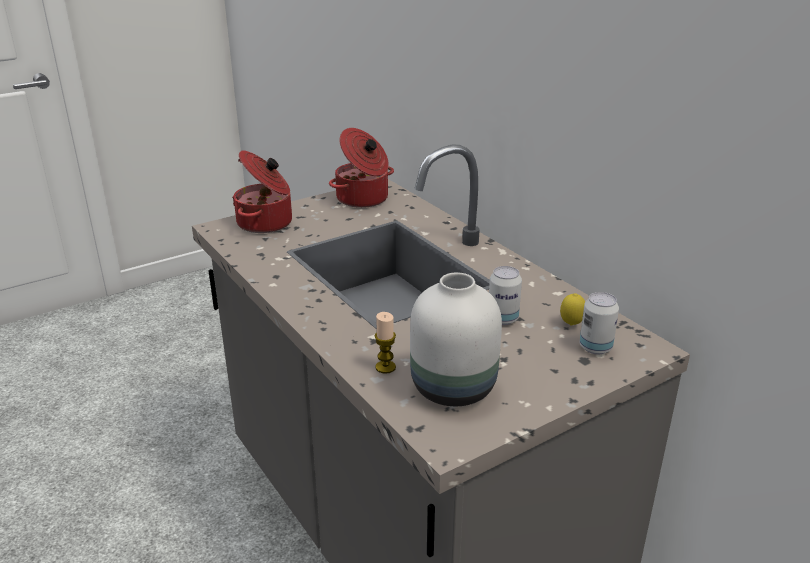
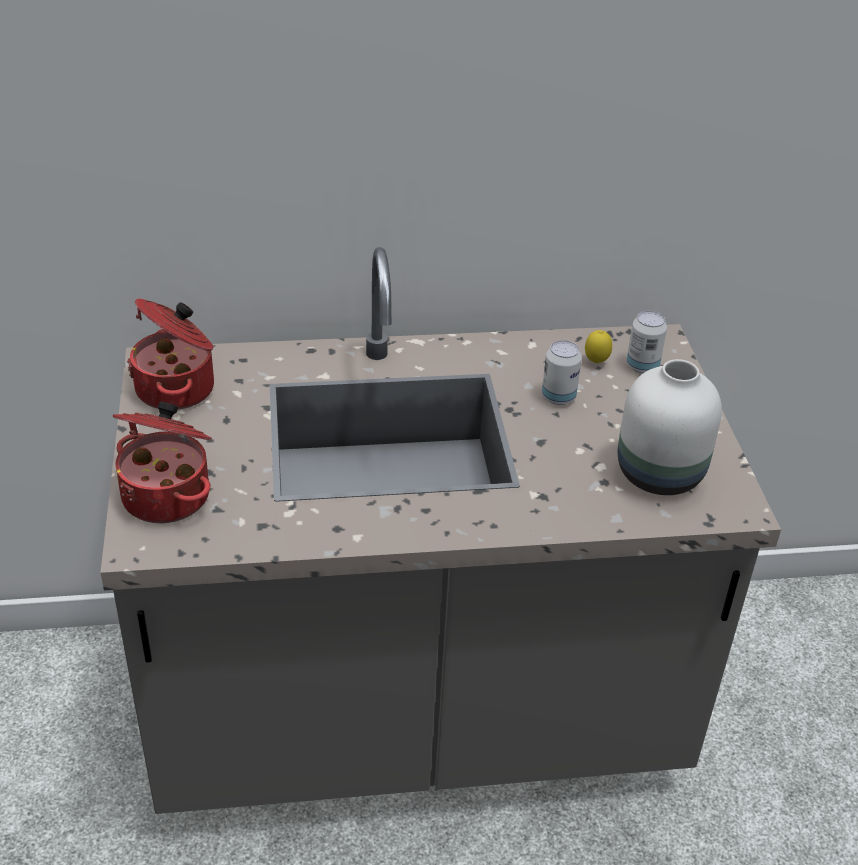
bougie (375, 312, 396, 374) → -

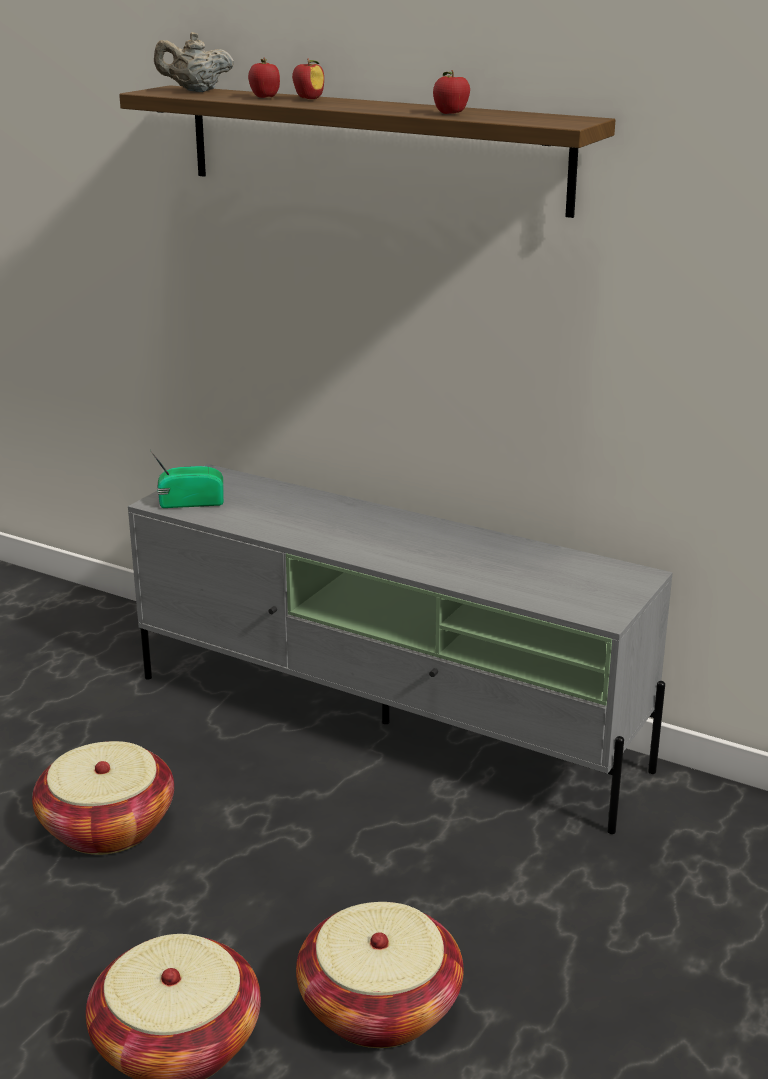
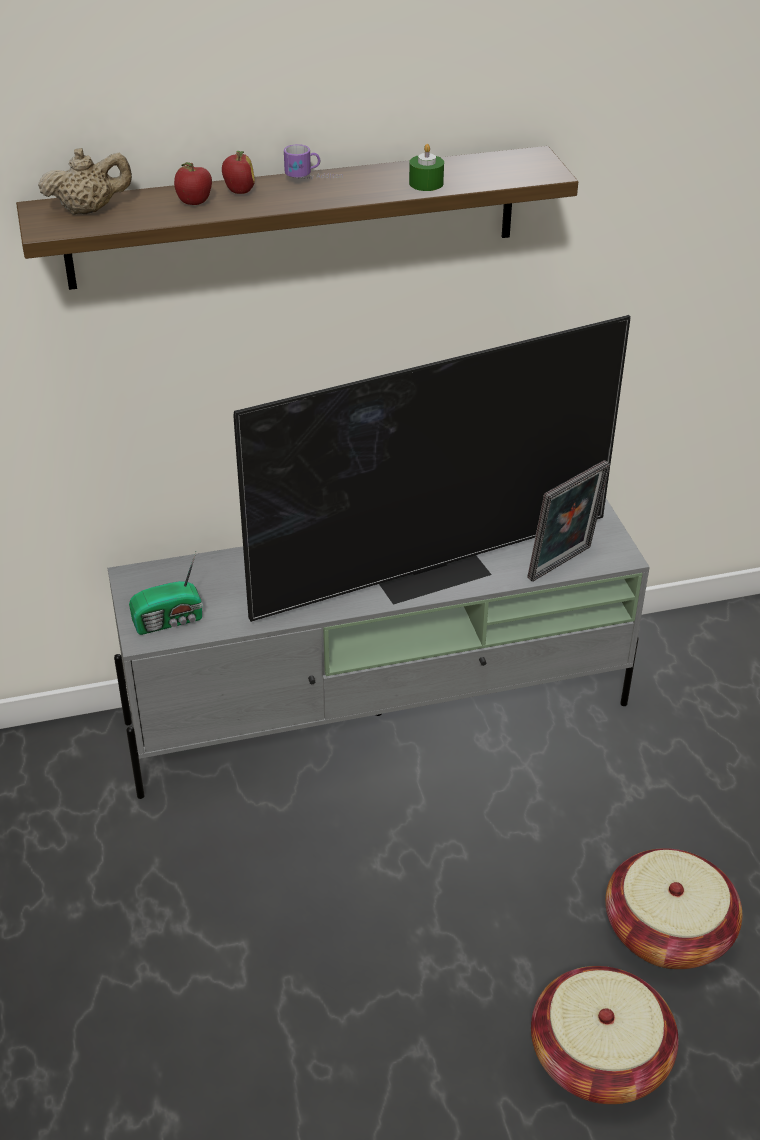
panier (32, 741, 174, 855) → -
radio (150, 450, 224, 508) → radio (129, 552, 203, 635), 150 degrees counterclockwise
théière/beige (154, 32, 234, 92) → théière/beige (38, 148, 132, 215), 150 degrees counterclockwise
pomme (433, 70, 470, 114) → bougie/vert (409, 144, 444, 191)
- → téléviseur (233, 315, 631, 622)
- → mug (284, 144, 343, 180)
- → cadre photo (527, 460, 610, 582)

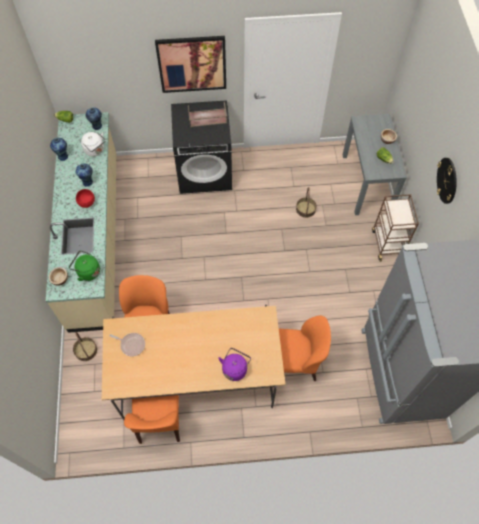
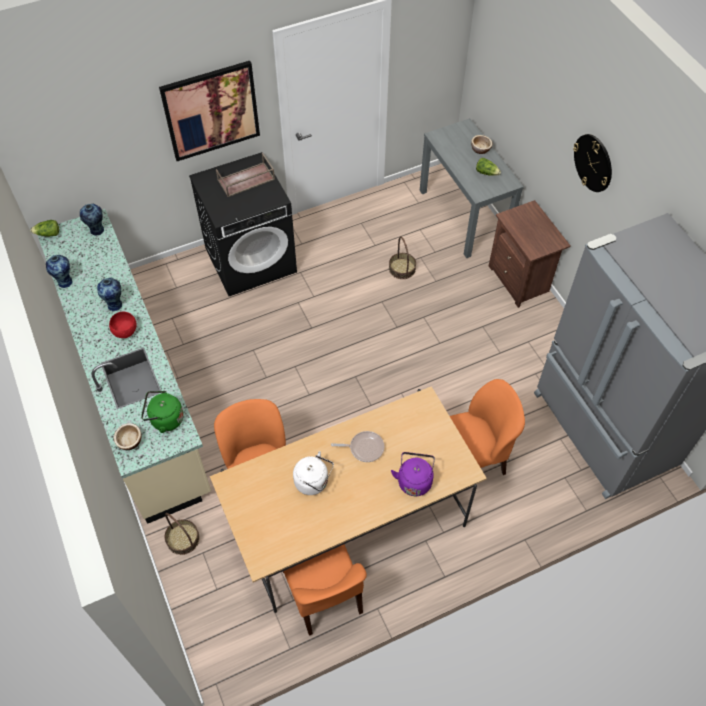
bouilloire/blanc (81, 132, 106, 157) → bouilloire/blanc (293, 451, 334, 495), move
poêle (109, 333, 145, 356) → poêle (331, 431, 384, 462), move
chariot/marron (372, 194, 419, 262) → table de chevet/marron (489, 200, 571, 308)

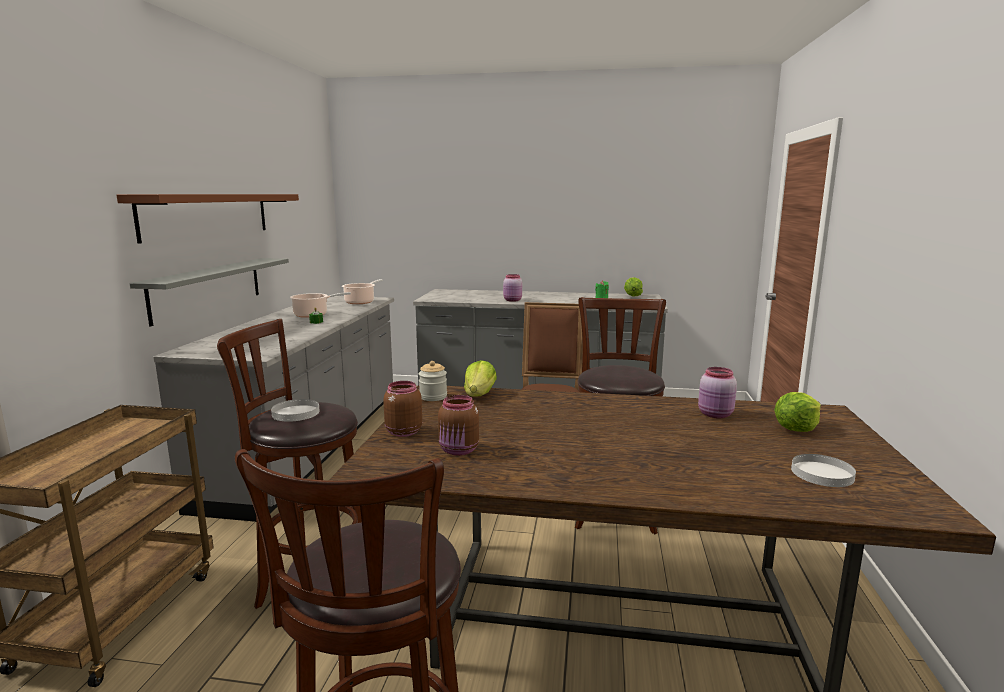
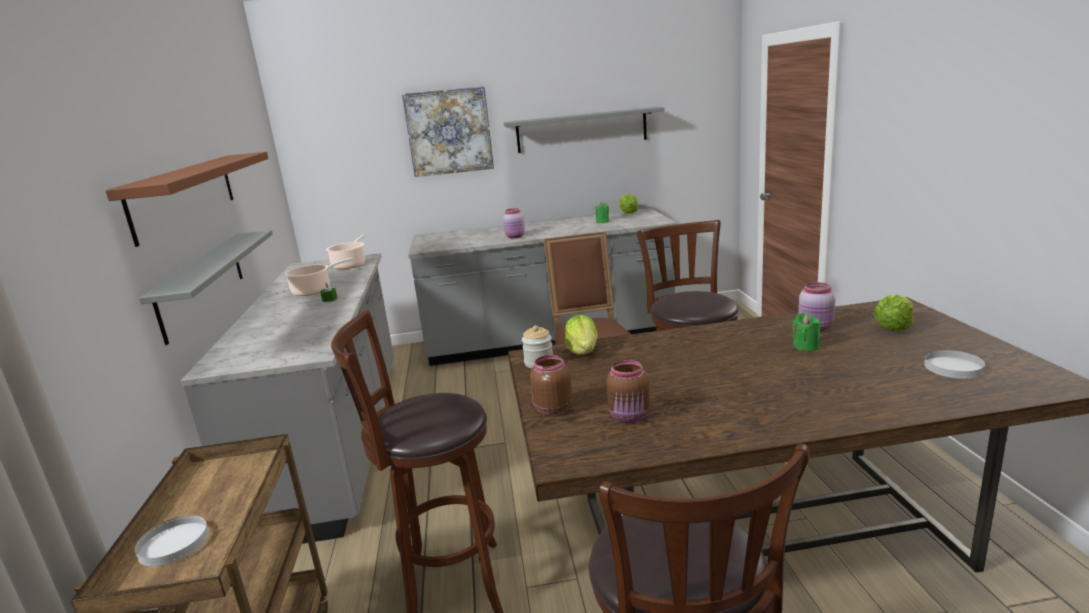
assiette/blanc (271, 399, 320, 422) → assiette/blanc (135, 515, 209, 567), move
- → tableau (402, 86, 494, 177)
- → étagère/gris (503, 107, 664, 153)
- → bougie/vert (792, 313, 820, 352)

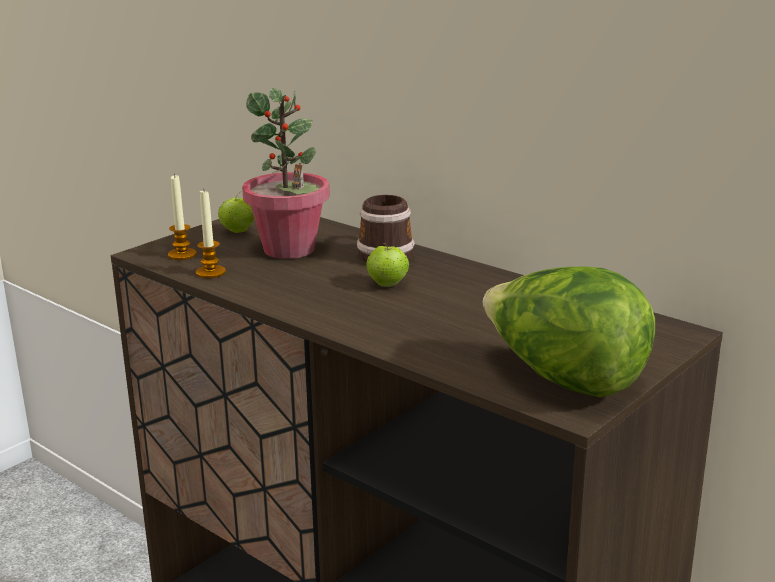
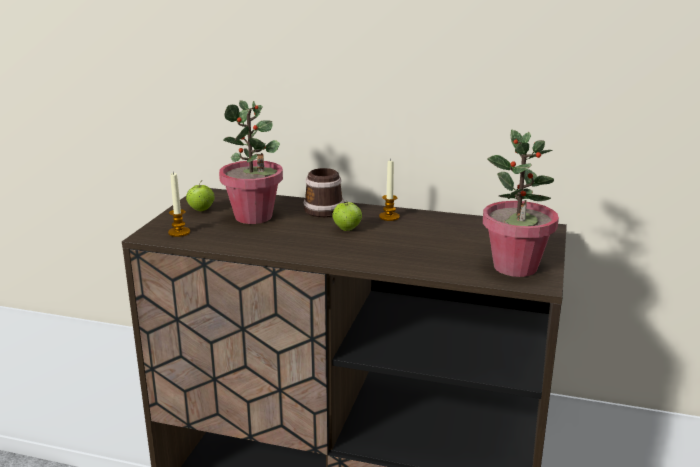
bougie (196, 191, 226, 278) → bougie (379, 159, 400, 221), move
laitue (483, 266, 655, 398) → plante en pot (483, 130, 559, 277)

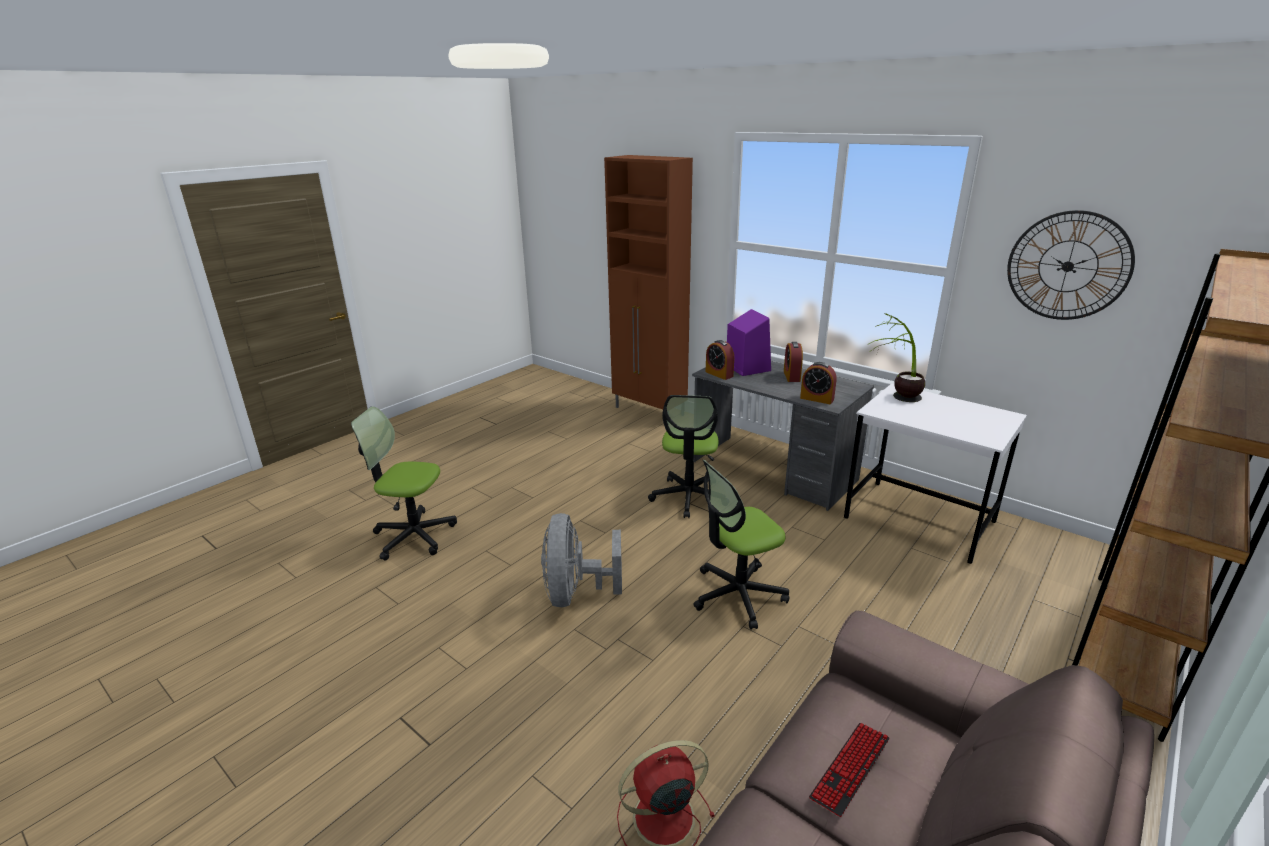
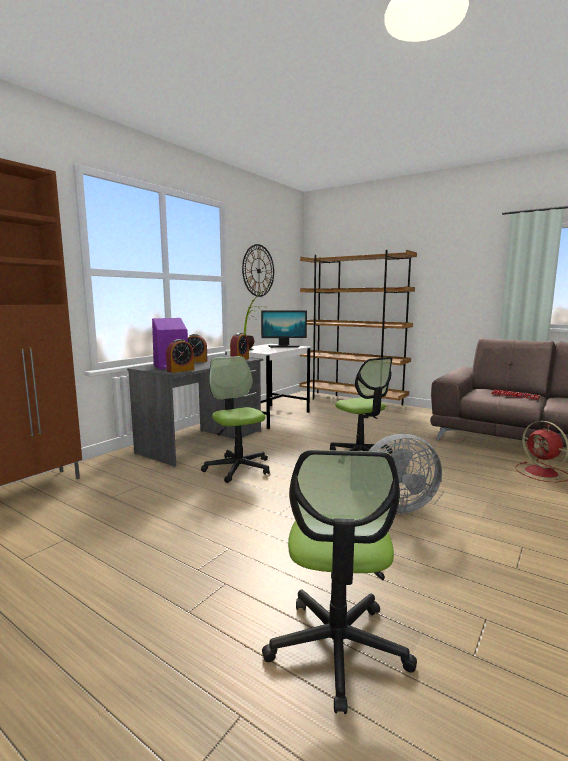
chaise de bureau (648, 395, 719, 518) → chaise de bureau (201, 356, 270, 483), 120 degrees counterclockwise
- → écran d'ordinateur (261, 311, 307, 348)

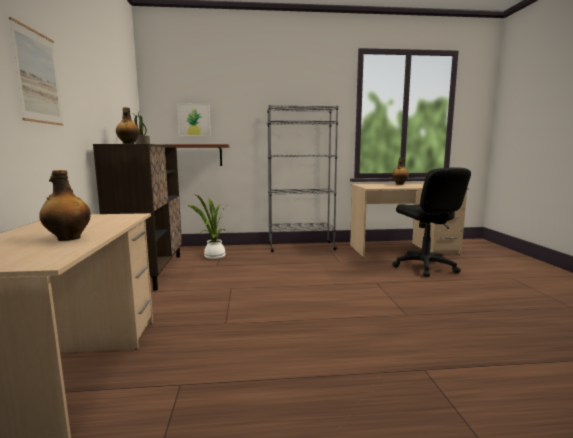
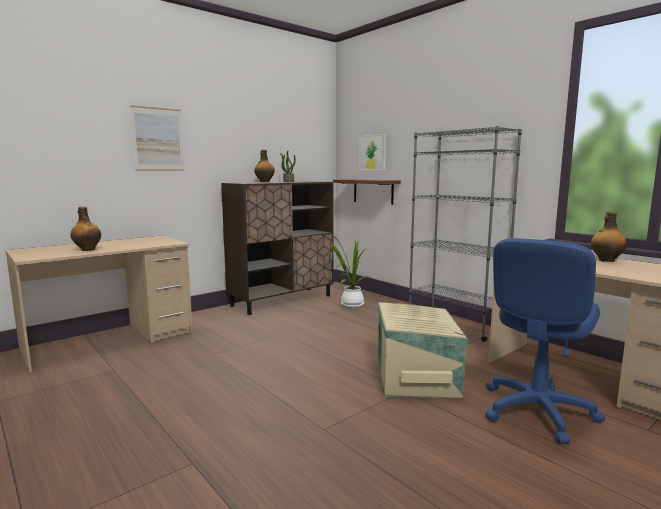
chaise de bureau/noir (392, 168, 471, 277) → chaise de bureau/bleu (485, 238, 605, 444)
- → boîte de rangement/beige (378, 302, 468, 398)

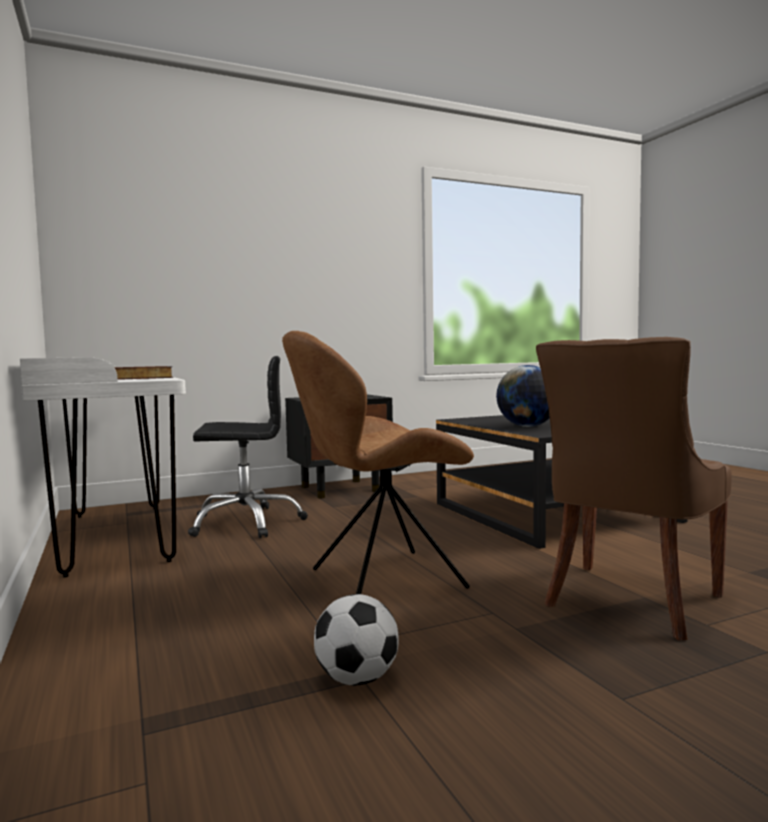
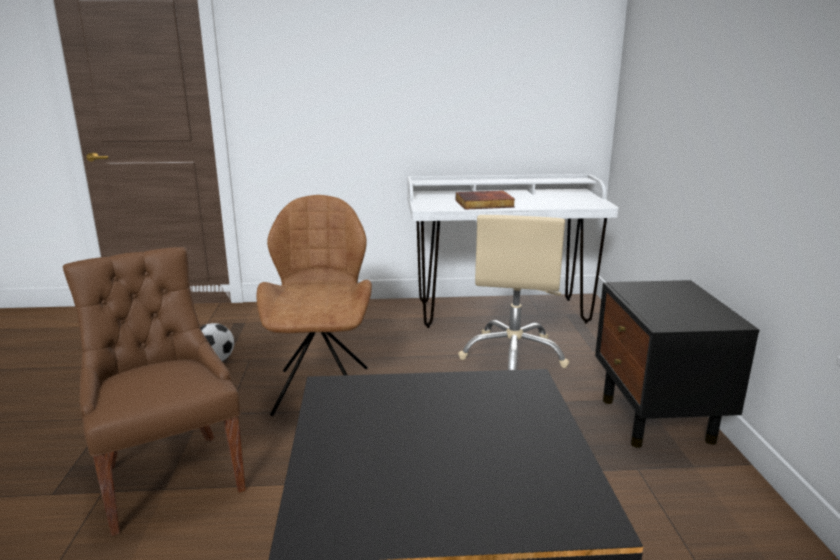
chaise de bureau/noir (188, 356, 308, 538) → chaise de bureau/beige (458, 215, 569, 370)
globe (496, 365, 550, 427) → -

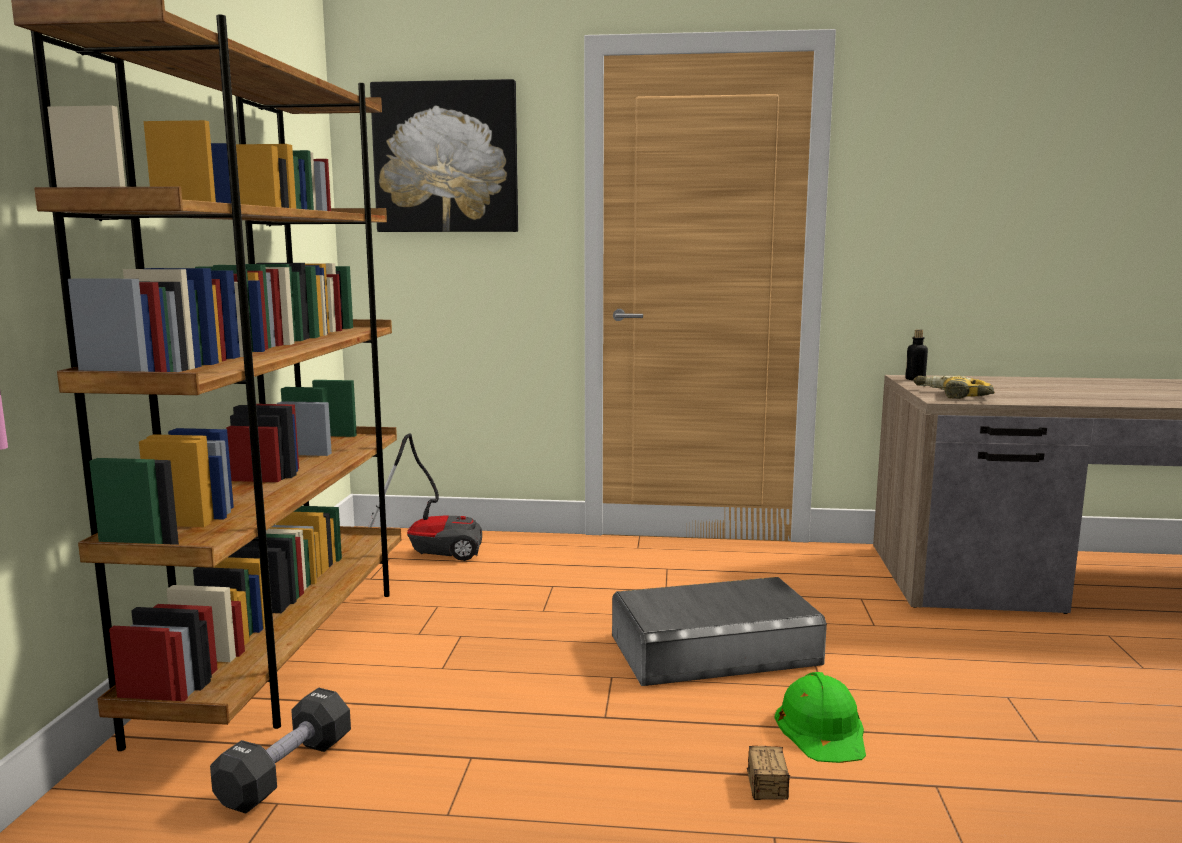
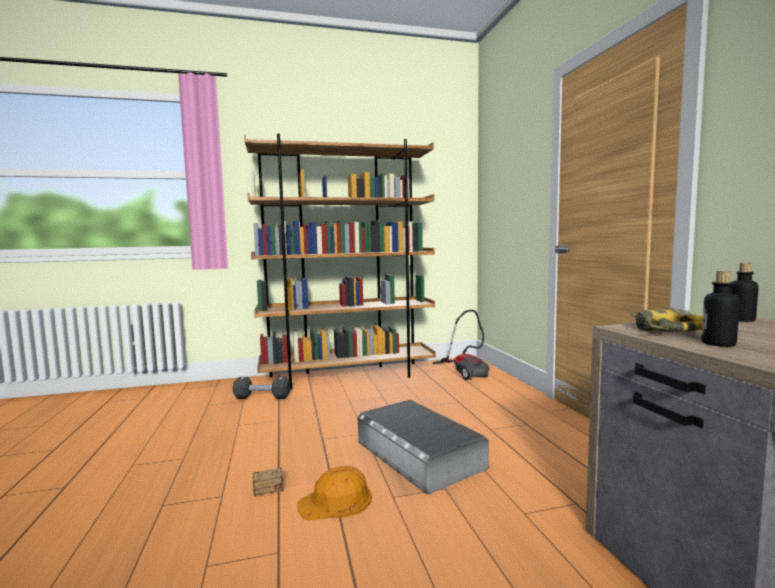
tableau (370, 79, 518, 232) → -
casque de chantier/vert (775, 672, 866, 763) → casque de chantier/orange (297, 466, 372, 521)
- → bouteille (701, 271, 740, 347)

